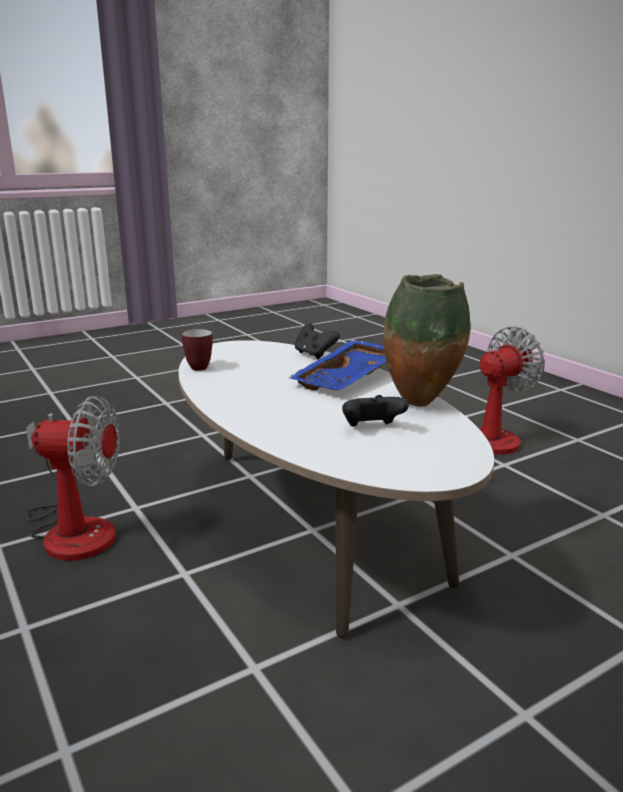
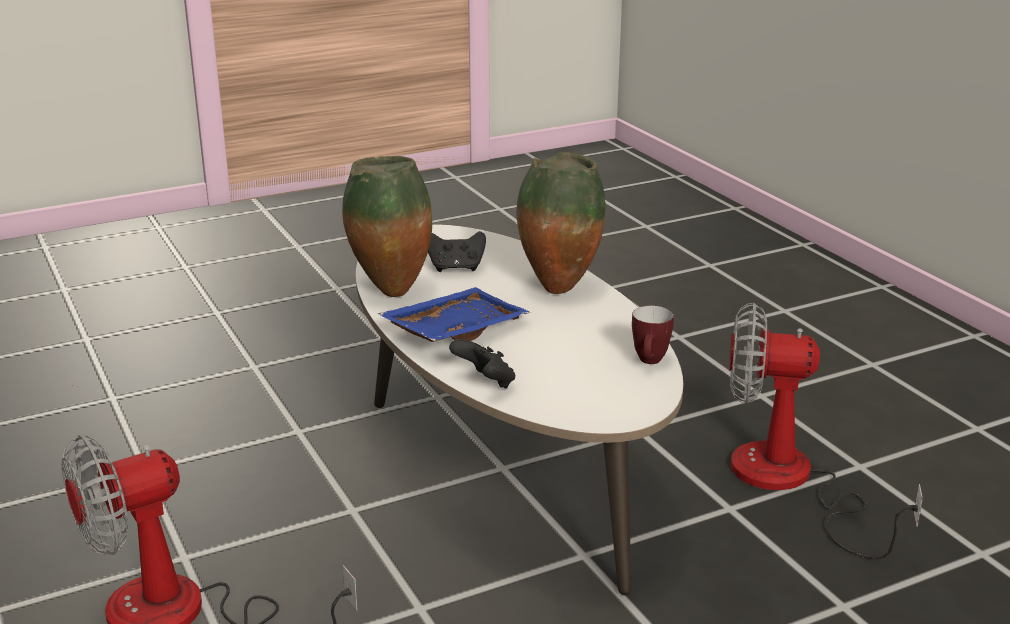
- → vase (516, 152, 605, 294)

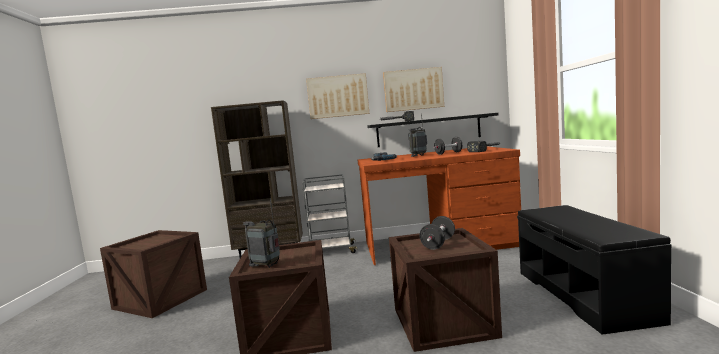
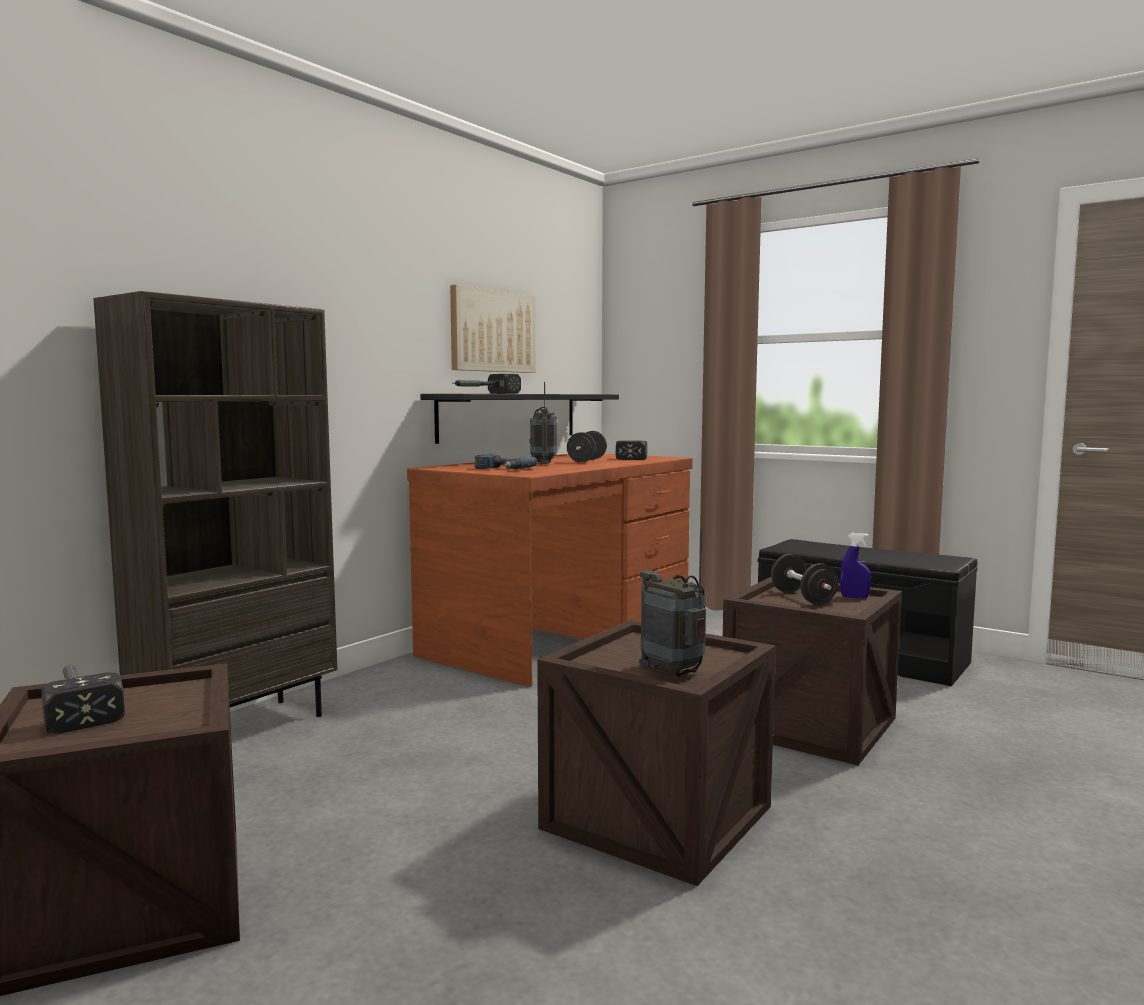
radio (243, 198, 280, 268) → radio (639, 531, 706, 677), 75 degrees clockwise
chariot/gris (302, 174, 358, 253) → -
tableau (306, 73, 369, 119) → -
- → marteau (41, 665, 125, 733)
- → vaporisateur/bleu (840, 533, 871, 599)

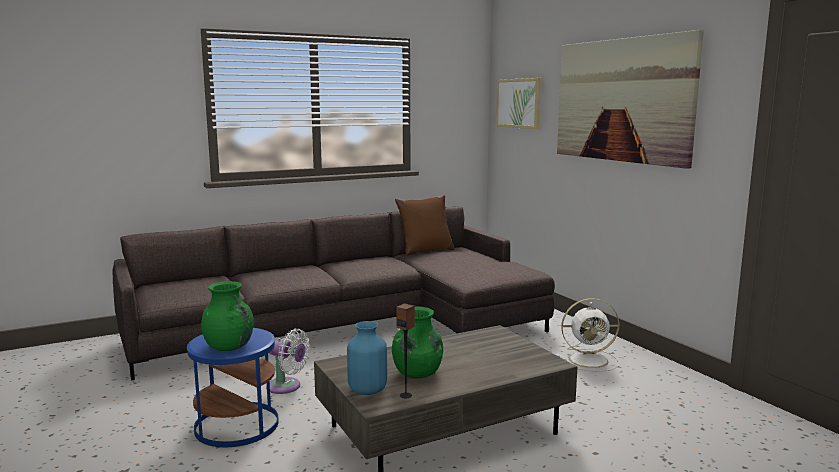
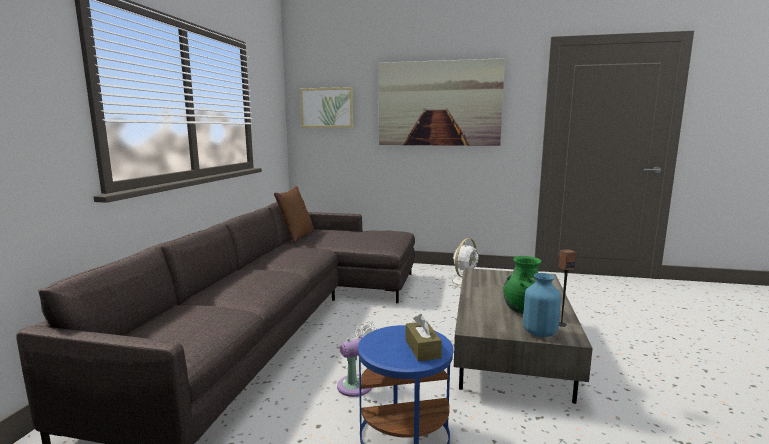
vase/vert (201, 281, 254, 351) → boîte à mouchoirs/marron (406, 314, 442, 361)

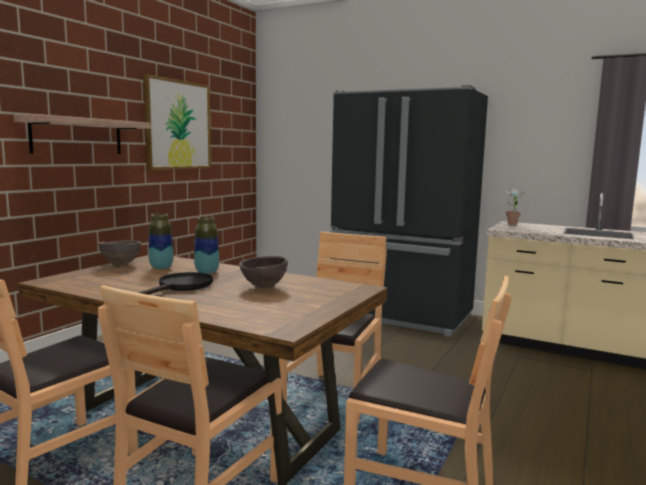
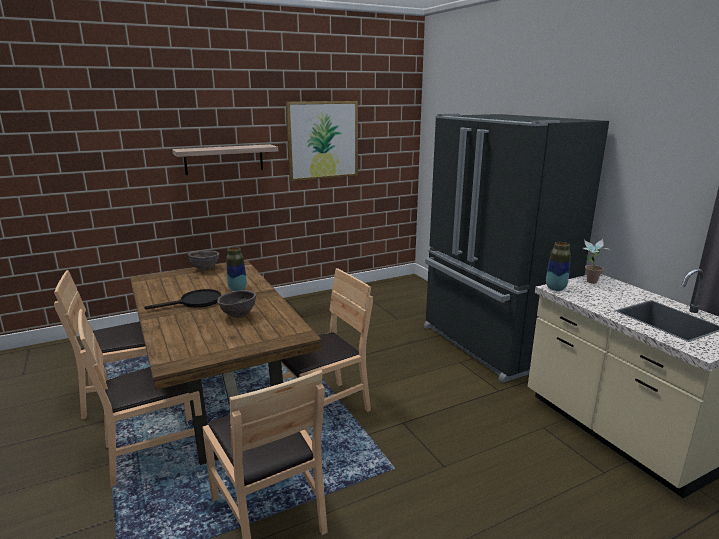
vase (149, 214, 174, 269) → vase (546, 242, 571, 291), move

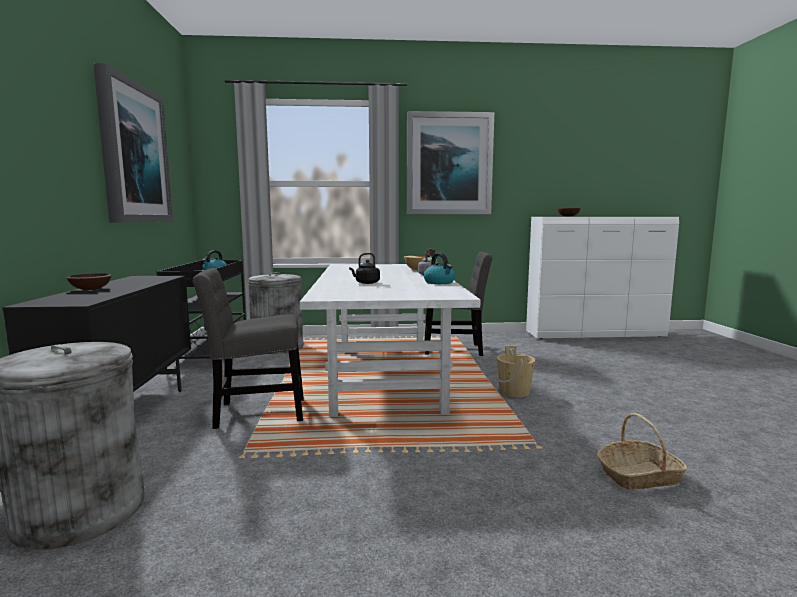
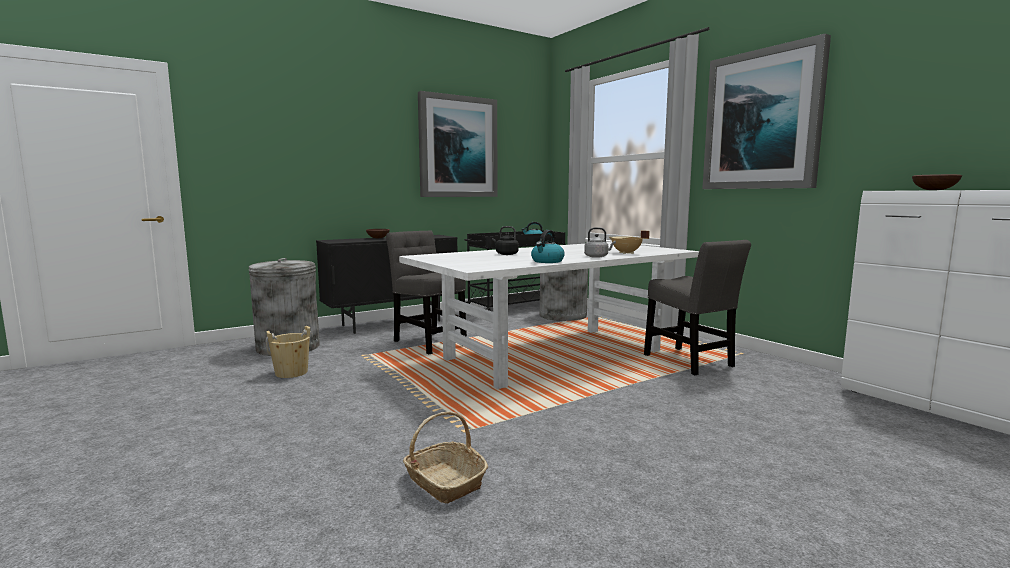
seau/beige (496, 345, 535, 398) → seau/beige (266, 326, 311, 378), move

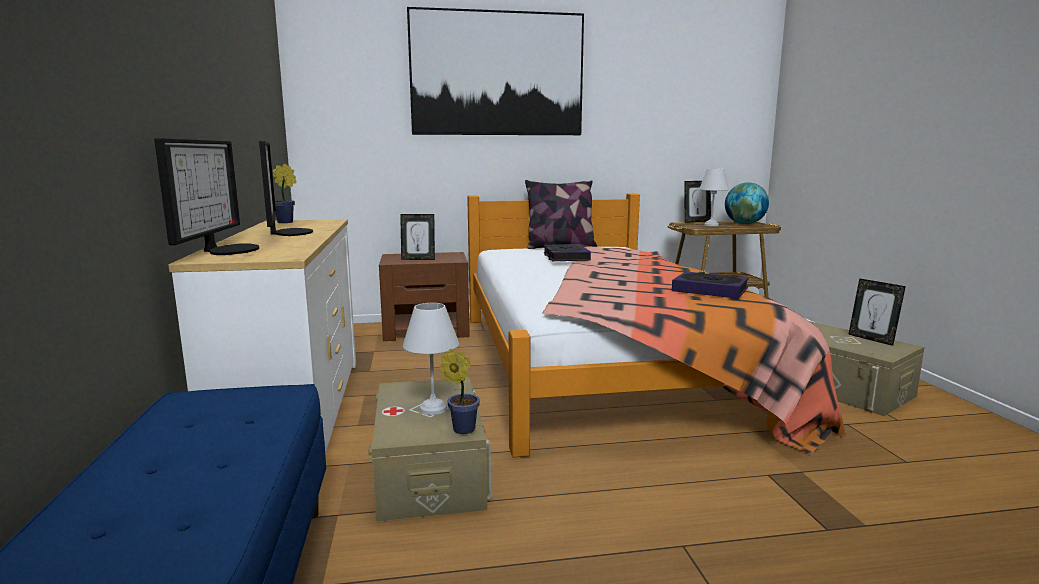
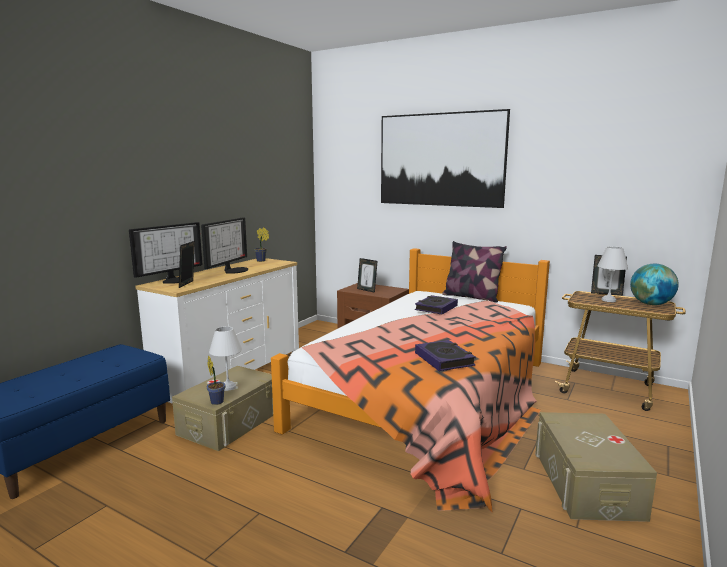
cadre photo (848, 278, 906, 346) → cadre photo (179, 241, 195, 288), move

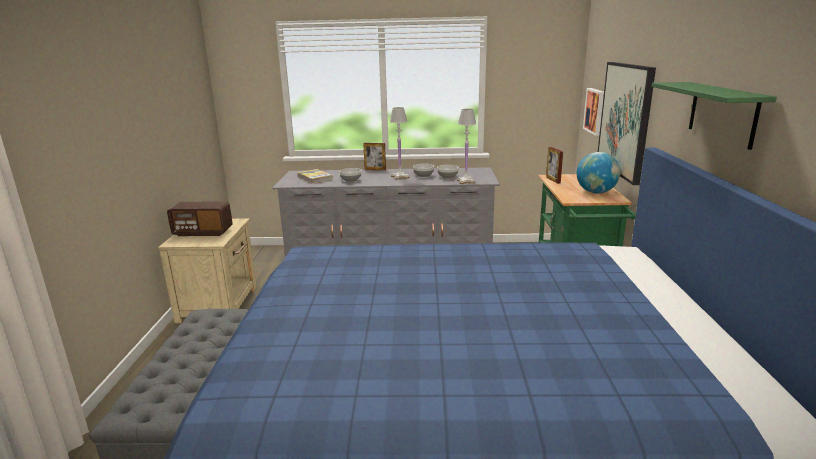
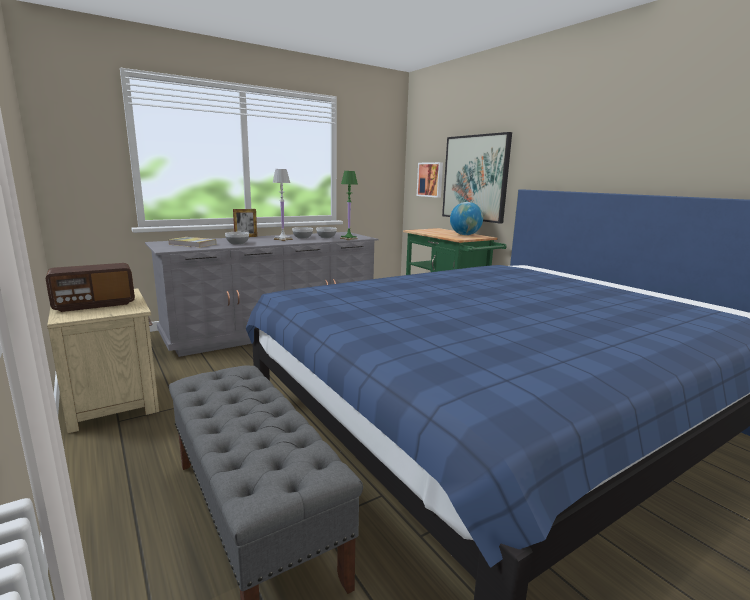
lampe de table/blanc (457, 109, 477, 184) → lampe de table/vert (340, 171, 358, 240)
cadre photo (546, 147, 563, 184) → -
étagère/vert (652, 82, 777, 150) → -

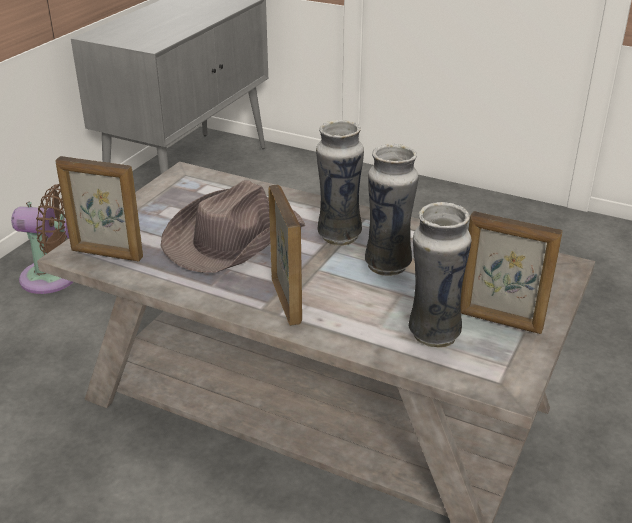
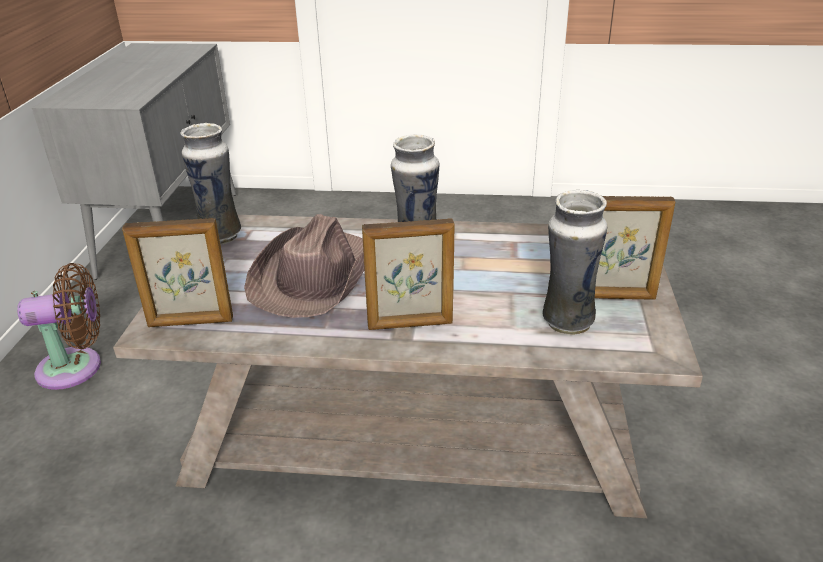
cadre photo (269, 184, 302, 326) → cadre photo (362, 218, 454, 330), 120 degrees clockwise
vase (365, 144, 419, 276) → vase (181, 123, 241, 245), move

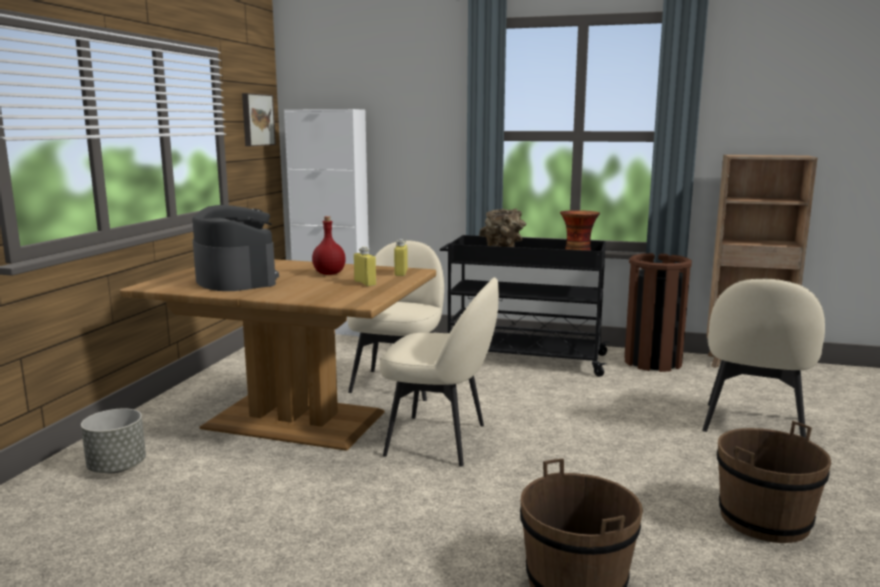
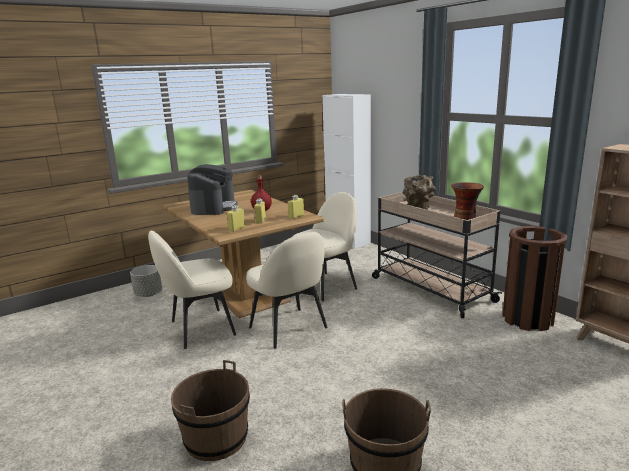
tableau (242, 93, 276, 146) → -
chariot/noir (440, 235, 610, 377) → chariot/beige (372, 192, 502, 318)
chaise/beige (702, 279, 825, 438) → chaise/beige (148, 230, 236, 349), move
- → bouteille/jaune (227, 205, 245, 232)

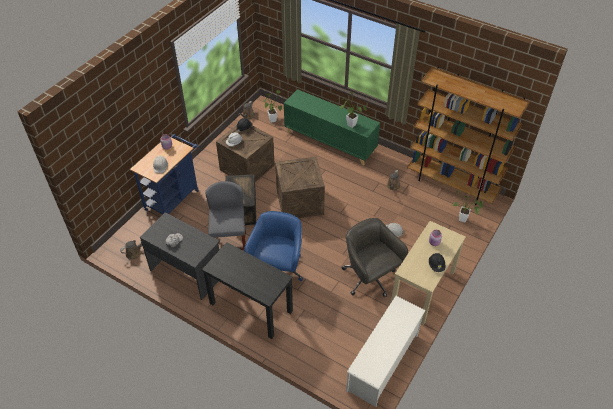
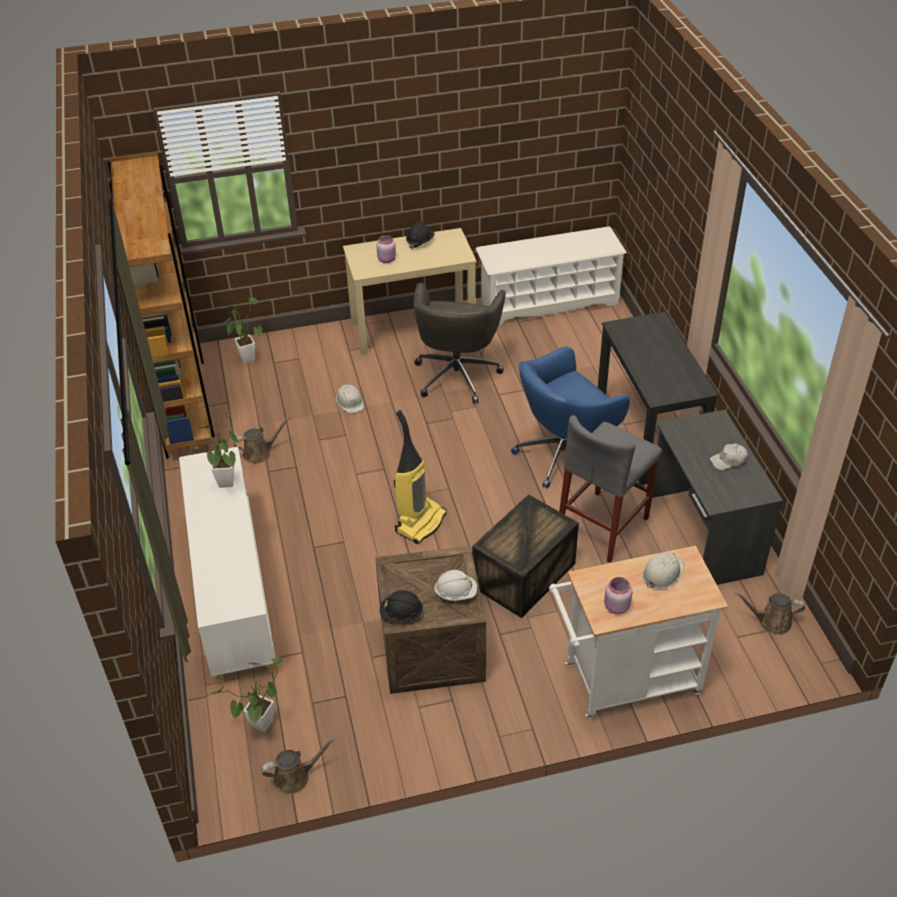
chariot/bleu (130, 134, 199, 214) → chariot/blanc (549, 546, 728, 719)
caisse (275, 157, 325, 218) → aspirateur (394, 410, 447, 544)
meuble de rangement/vert (284, 89, 380, 165) → meuble de rangement/blanc (179, 447, 275, 684)

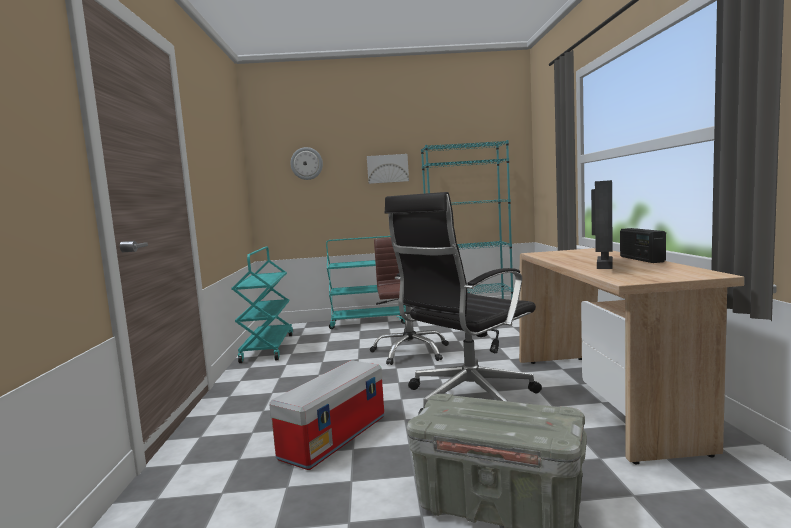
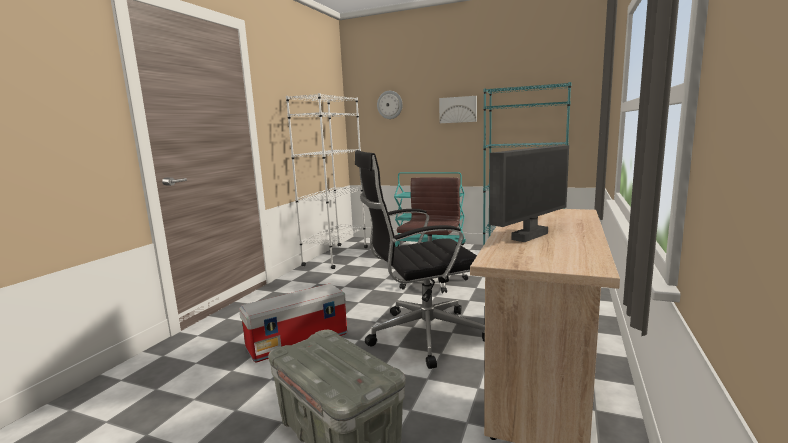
chariot/turquoise (231, 246, 293, 363) → bibliothèque/blanc (286, 93, 368, 269)
radio (620, 228, 666, 263) → -

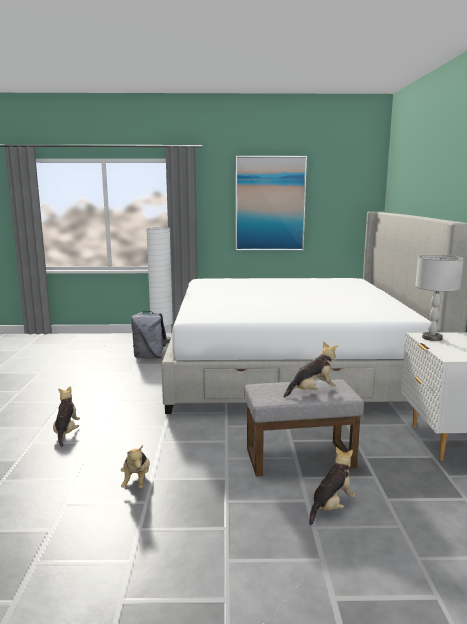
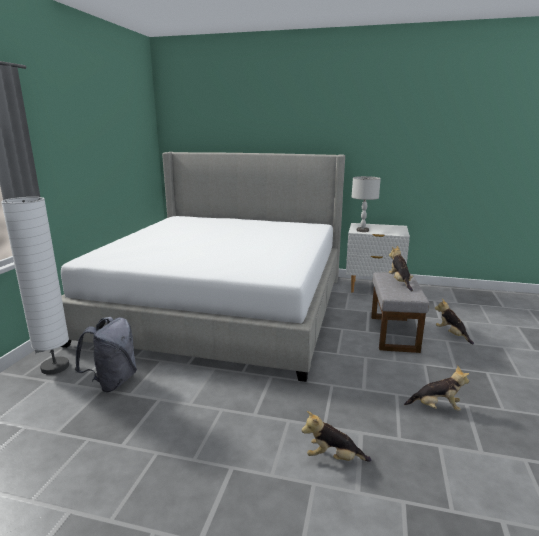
tableau (236, 156, 307, 251) → -

